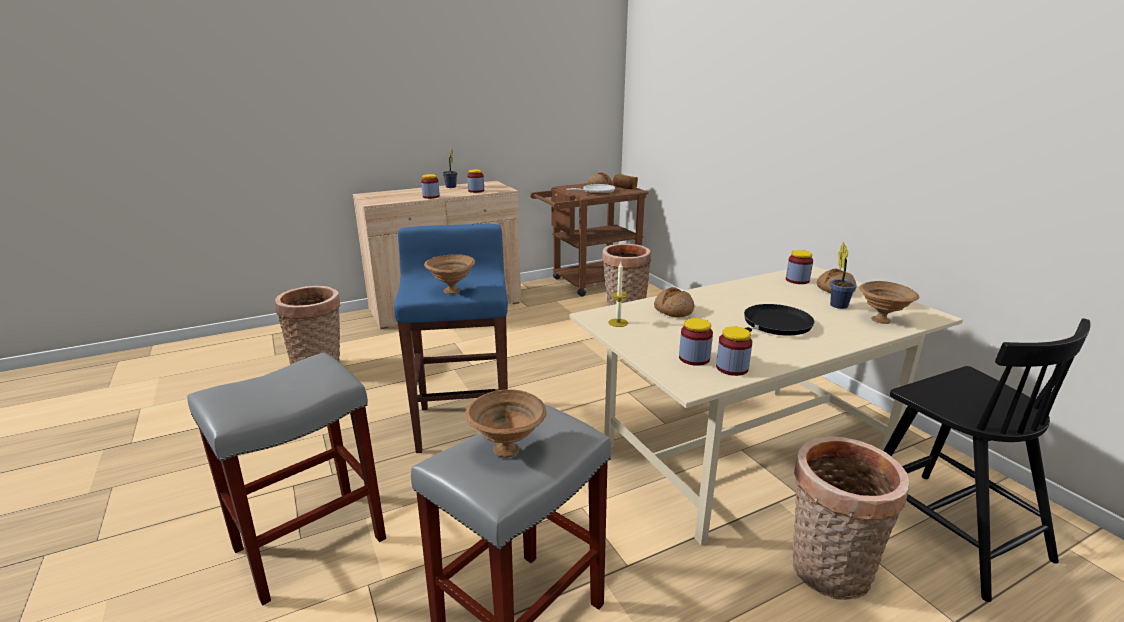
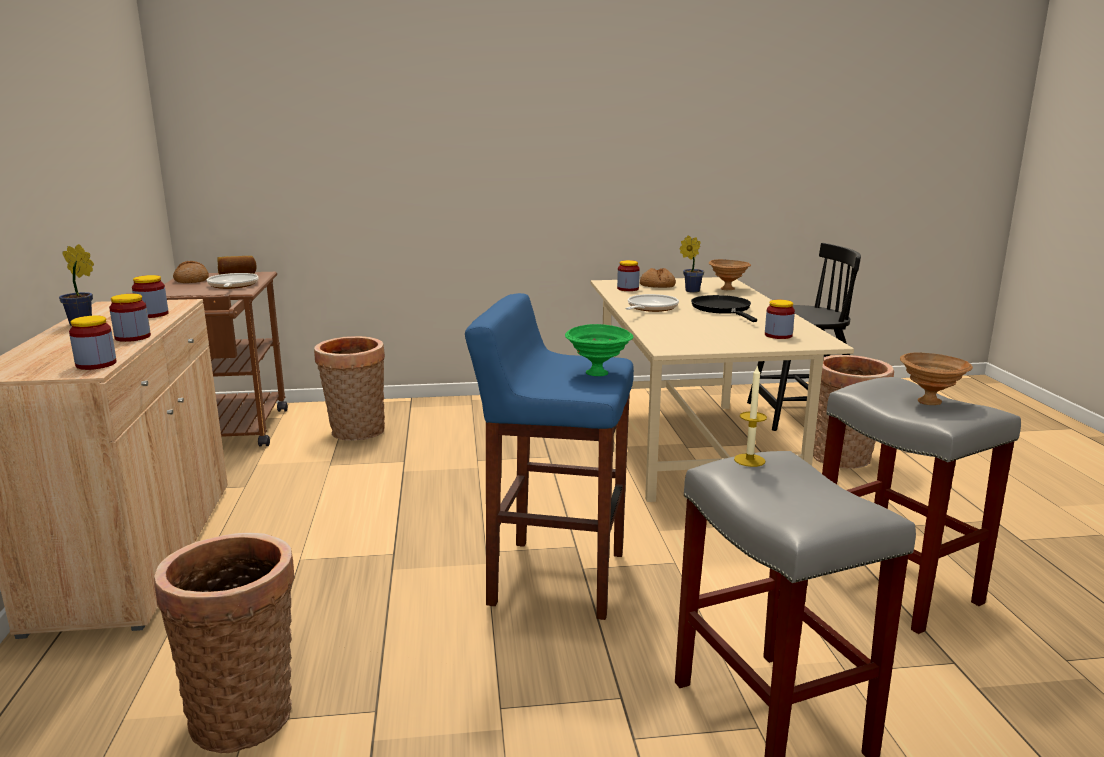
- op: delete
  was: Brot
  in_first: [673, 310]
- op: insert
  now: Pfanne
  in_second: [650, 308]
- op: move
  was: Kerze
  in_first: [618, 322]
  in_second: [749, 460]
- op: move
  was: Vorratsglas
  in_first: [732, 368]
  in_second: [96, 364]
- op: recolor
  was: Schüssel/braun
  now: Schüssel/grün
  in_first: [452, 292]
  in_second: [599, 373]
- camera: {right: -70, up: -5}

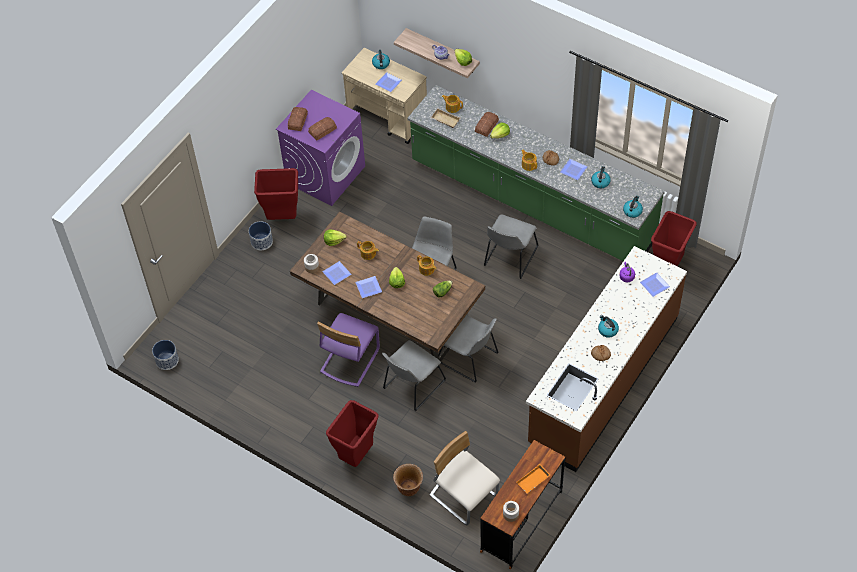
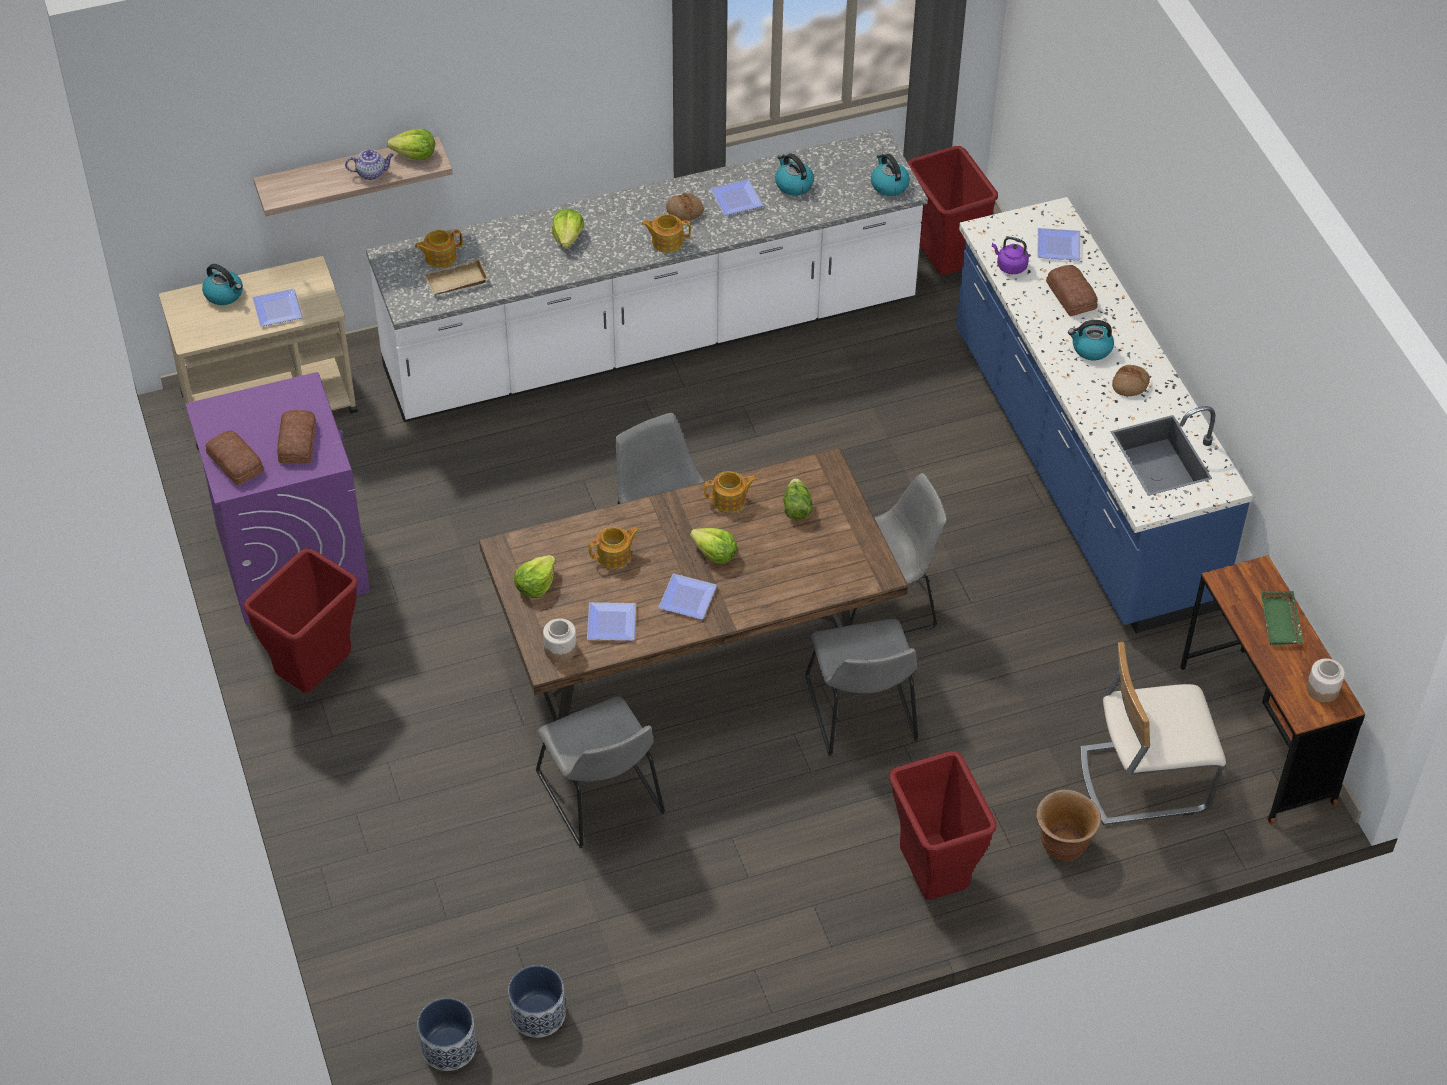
- op: delete
  was: Stuhl/lila
  in_first: [349, 360]
- op: move
  was: Pflanzkübel
  in_first: [261, 242]
  in_second: [537, 1014]
- op: move
  was: Brot
  in_first: [487, 126]
  in_second: [1071, 295]
- op: move
  was: Stuhl/grau
  in_first: [509, 258]
  in_second: [602, 797]
- op: recolor
  was: Küchenzeile/grün
  now: Küchenzeile/weiß
  in_first: [531, 202]
  in_second: [651, 338]
- op: recolor
  was: Tablett/orange
  now: Tablett/grün
  in_first: [533, 481]
  in_second: [1282, 622]
- op: recolor
  was: Küchenzeile/braun
  now: Küchenzeile/blau
  in_first: [602, 380]
  in_second: [1080, 470]
- camera: {right: -55, up: -5}

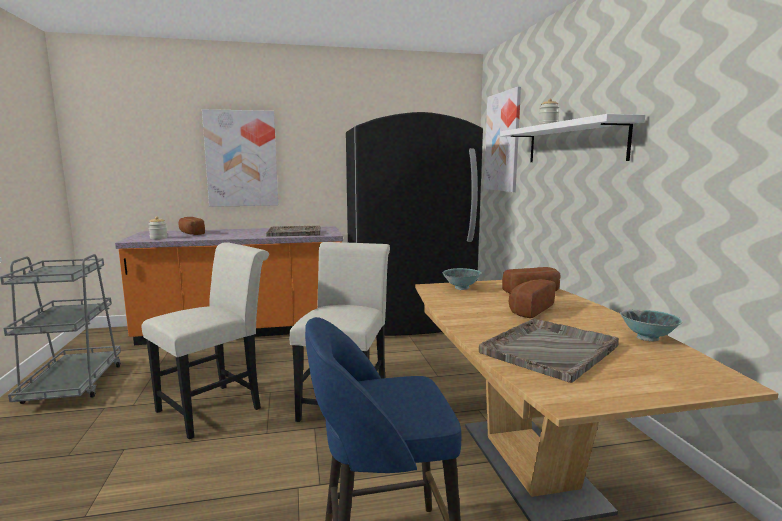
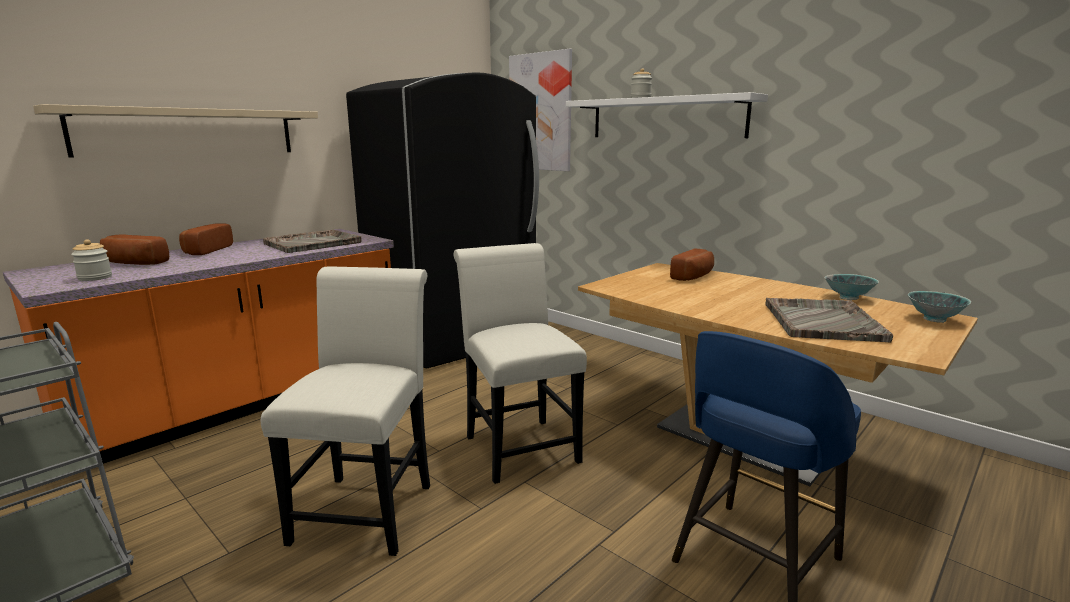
- op: move
  was: Schüssel
  in_first: [461, 288]
  in_second: [934, 319]
- op: move
  was: Brot
  in_first: [528, 309]
  in_second: [205, 250]
- op: replace
  was: Bild
  now: Wandregal/beige
  in_first: [241, 159]
  in_second: [189, 132]
- camera: {right: -35, up: 5}

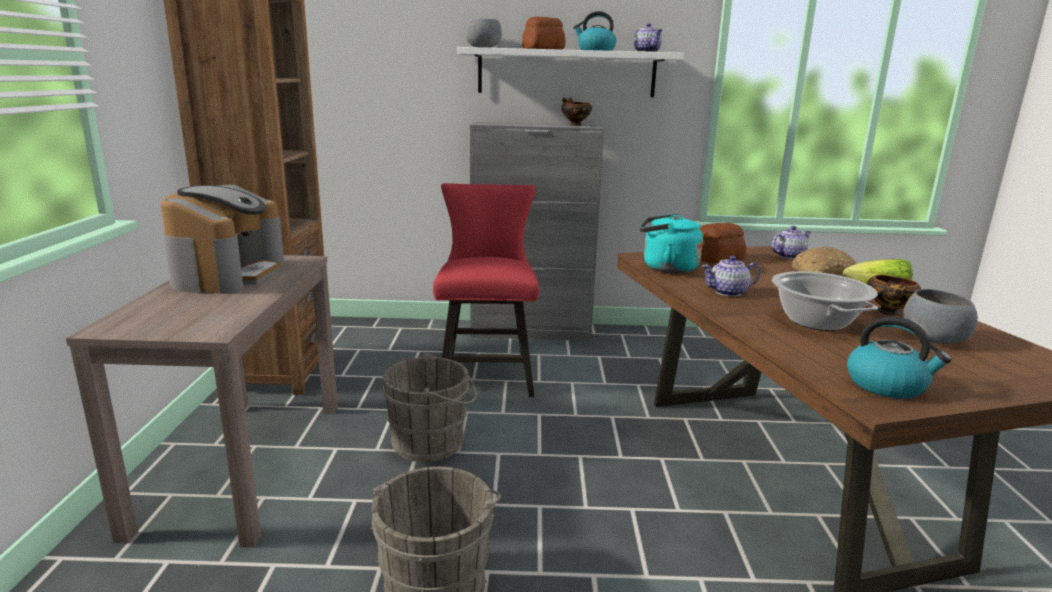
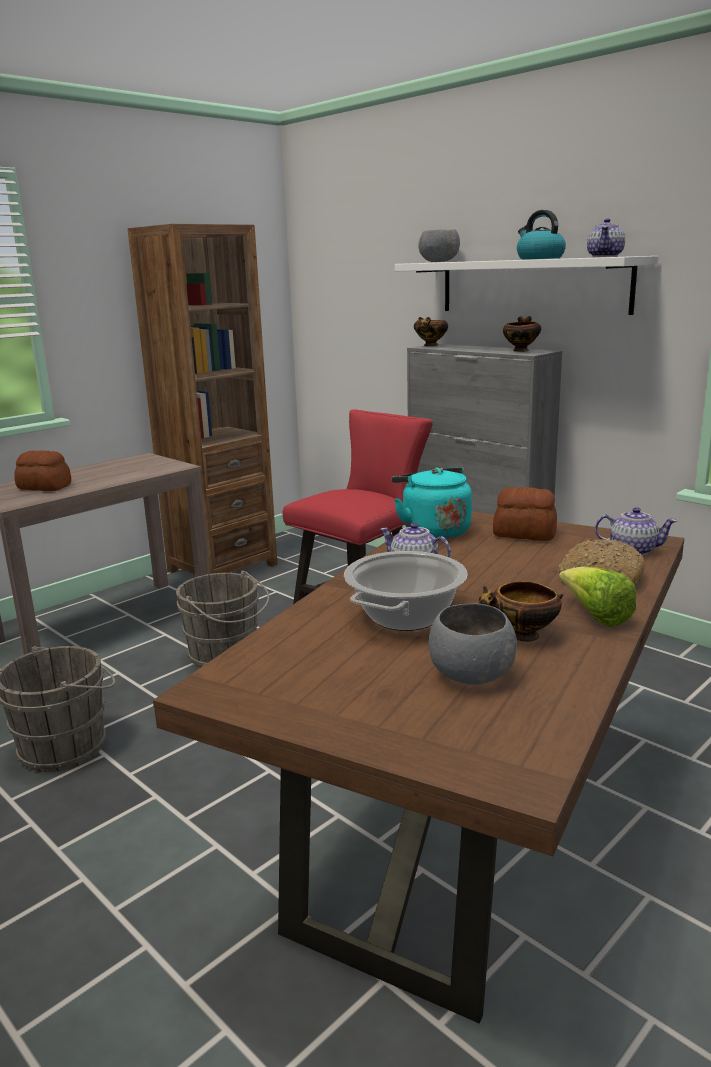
- op: delete
  was: Kaffeemaschine
  in_first: [228, 274]
- op: delete
  was: Wasserkessel
  in_first: [887, 385]
- op: insert
  now: Schüssel
  in_second: [430, 345]
- op: move
  was: Brot
  in_first: [542, 49]
  in_second: [44, 487]
- camera: {right: 45, up: 0}

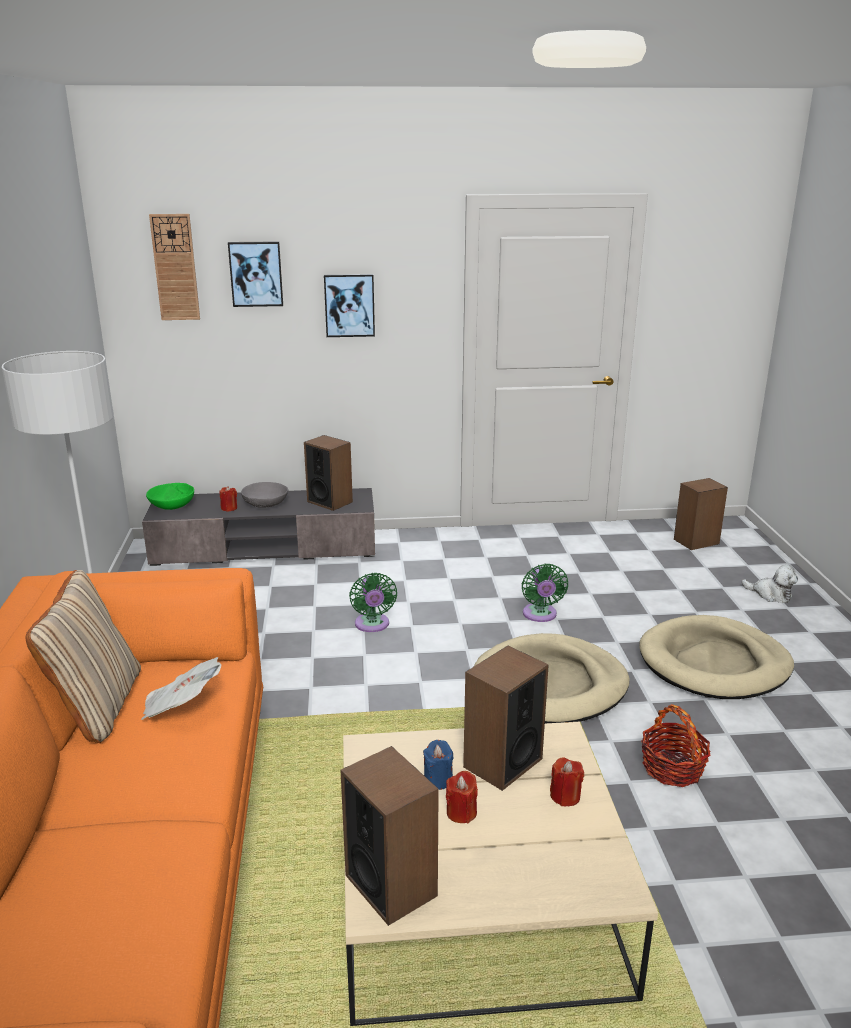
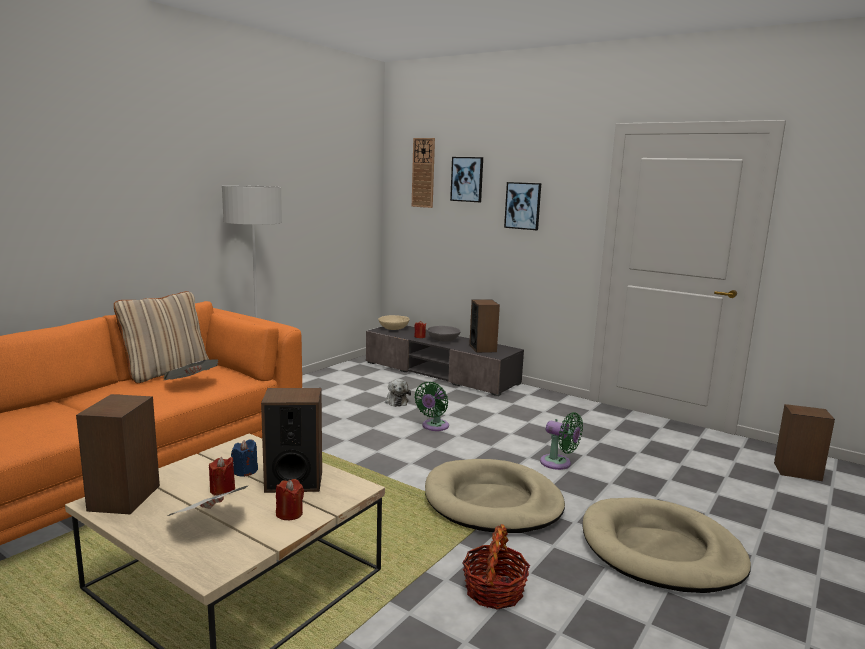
- op: insert
  now: Zeitung
  in_second: [208, 521]
- op: move
  was: Plüschtier
  in_first: [770, 594]
  in_second: [396, 401]
- op: recolor
  was: Schüssel/grün
  now: Schüssel/beige
  in_first: [171, 505]
  in_second: [393, 328]
- op: rotate
  was: Ventilator/grün
  in_first: [540, 615]
  in_second: [558, 463]
  clockwise: -90
- camera: {right: 40, up: -10}

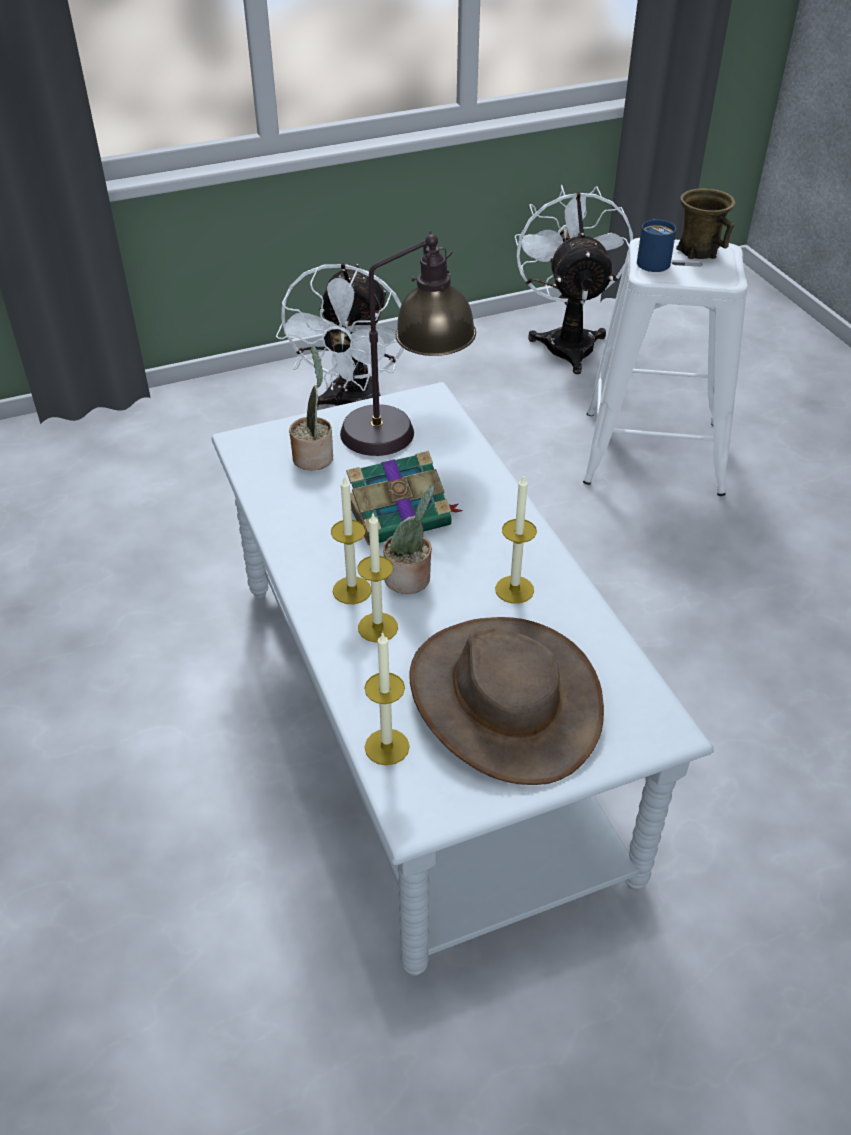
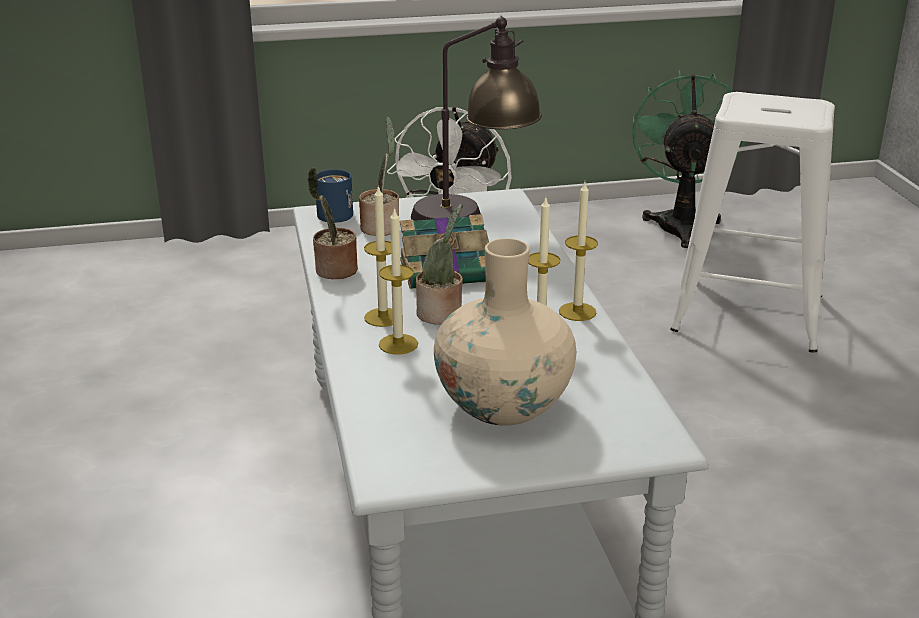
- op: delete
  was: Henkelbecher/braun
  in_first: [699, 250]
- op: insert
  now: Topfpflanze
  in_second: [334, 271]
- op: move
  was: Kerze
  in_first: [387, 747]
  in_second: [577, 312]
- op: move
  was: Henkelbecher/blau
  in_first: [652, 260]
  in_second: [337, 212]
- op: replace
  was: Hut/braun
  now: Vase/beige
  in_first: [504, 699]
  in_second: [504, 404]
- op: recolor
  was: Ventilator/weiß
  now: Ventilator/grün
  in_first: [567, 341]
  in_second: [681, 223]
- camera: {right: 10, up: -15}

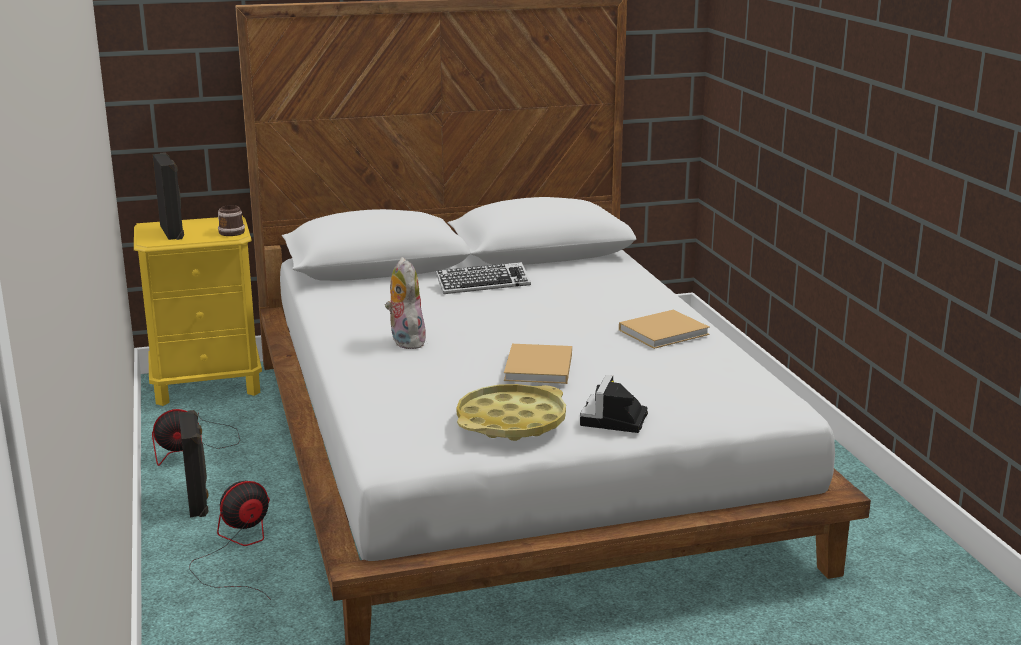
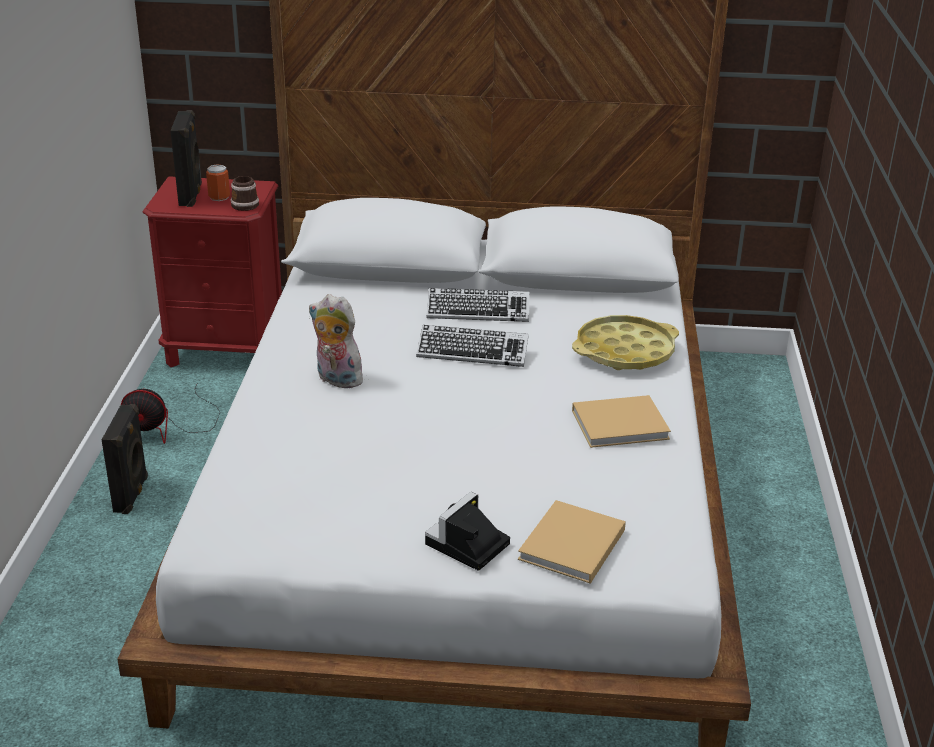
- op: delete
  was: Ventilator
  in_first: [238, 550]
- op: insert
  now: Dose
  in_second: [219, 197]
- op: insert
  now: Tastatur
  in_second: [472, 352]
- op: move
  was: Tablett/gelb
  in_first: [511, 421]
  in_second: [625, 351]
- op: move
  was: Buch/beige
  in_first: [538, 368]
  in_second: [570, 546]
- op: recolor
  was: Nachttisch/gelb
  now: Nachttisch/rot
  in_first: [207, 385]
  in_second: [226, 350]
- op: rotate
  was: Plüschtier
  in_first: [405, 341]
  in_second: [336, 380]
  clockwise: -60
- camera: {right: 20, up: 10}

